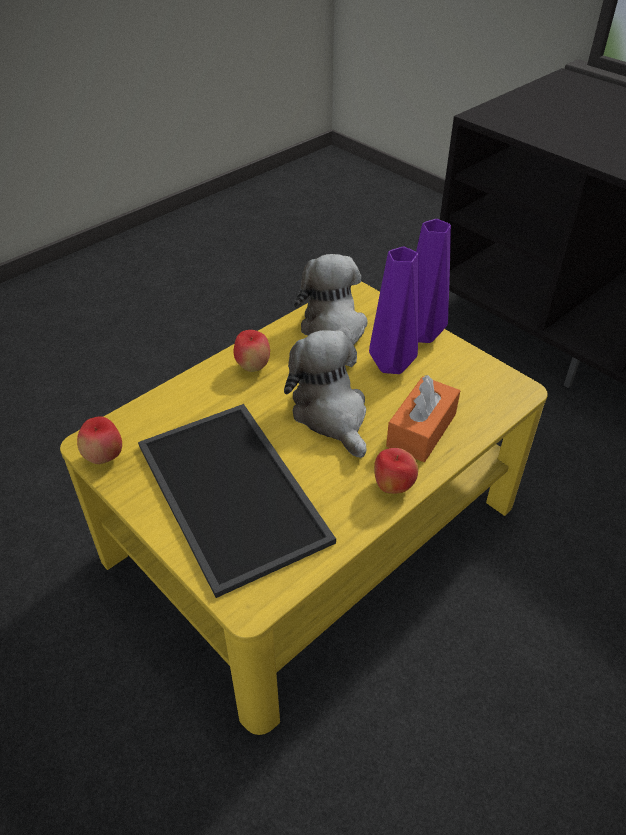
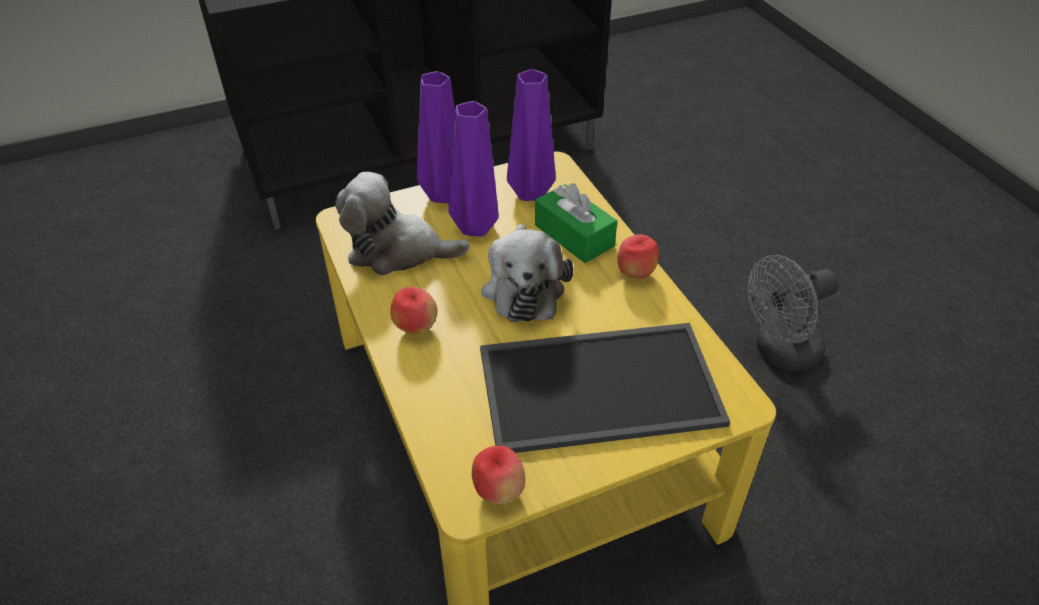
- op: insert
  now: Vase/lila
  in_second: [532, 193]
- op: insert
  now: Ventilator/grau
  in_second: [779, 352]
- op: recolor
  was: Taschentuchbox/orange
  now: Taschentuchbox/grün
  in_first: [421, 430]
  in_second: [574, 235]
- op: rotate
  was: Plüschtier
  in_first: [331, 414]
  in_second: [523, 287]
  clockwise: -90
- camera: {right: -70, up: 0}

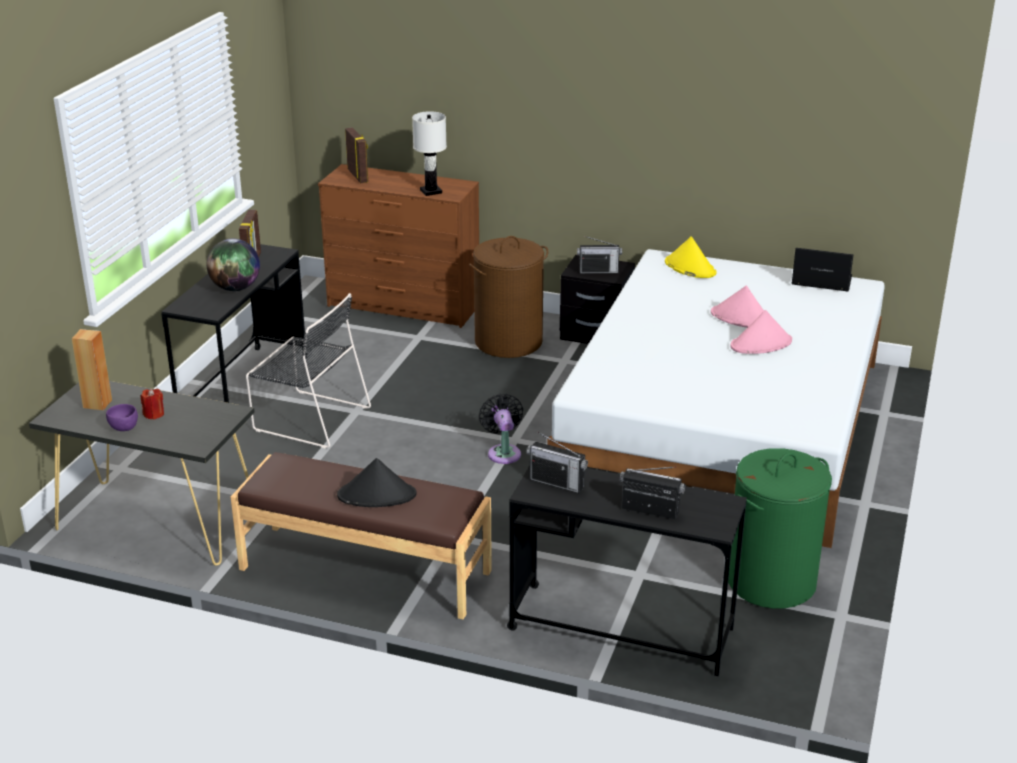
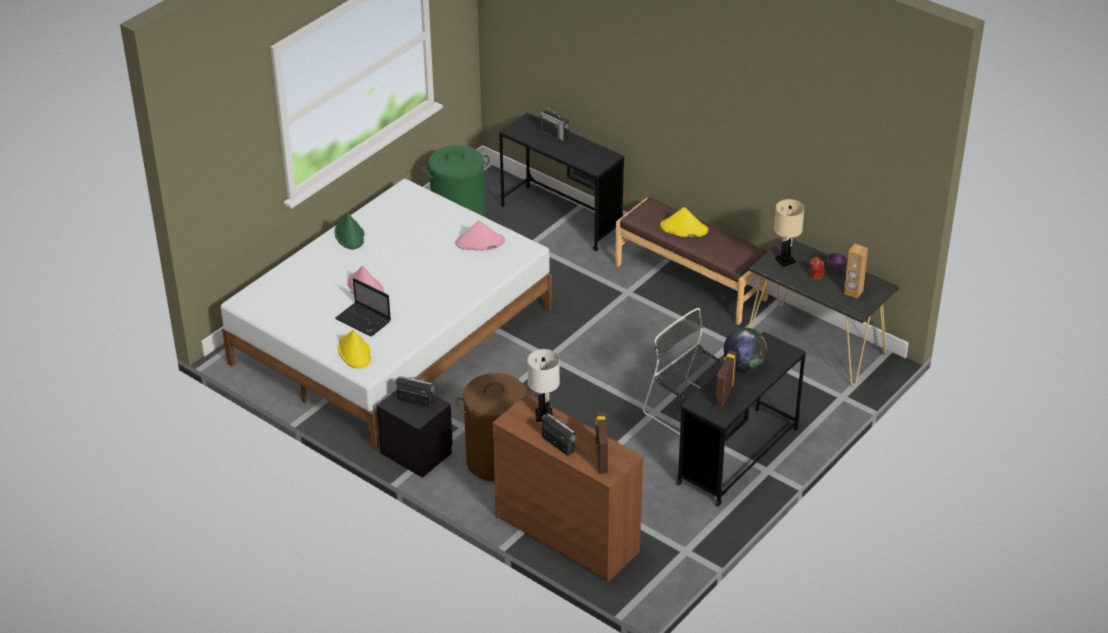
- op: delete
  was: Ventilator/schwarz
  in_first: [503, 452]
- op: insert
  now: Hut/grün
  in_second: [349, 235]
- op: insert
  now: Tischlampe/beige
  in_second: [785, 261]
- op: move
  was: Radio
  in_first: [557, 483]
  in_second: [558, 444]
- op: move
  was: Hut/rosa
  in_first: [761, 344]
  in_second: [480, 242]
- op: move
  was: Laptop
  in_first: [820, 281]
  in_second: [364, 320]
- op: recolor
  was: Hut/schwarz
  now: Hut/gelb
  in_first: [377, 495]
  in_second: [684, 228]
- camera: {right: -160, up: 10}

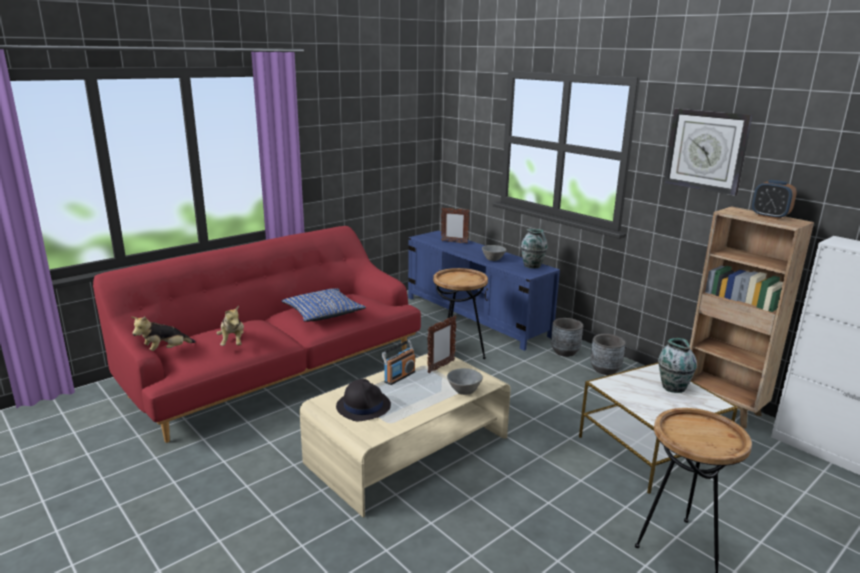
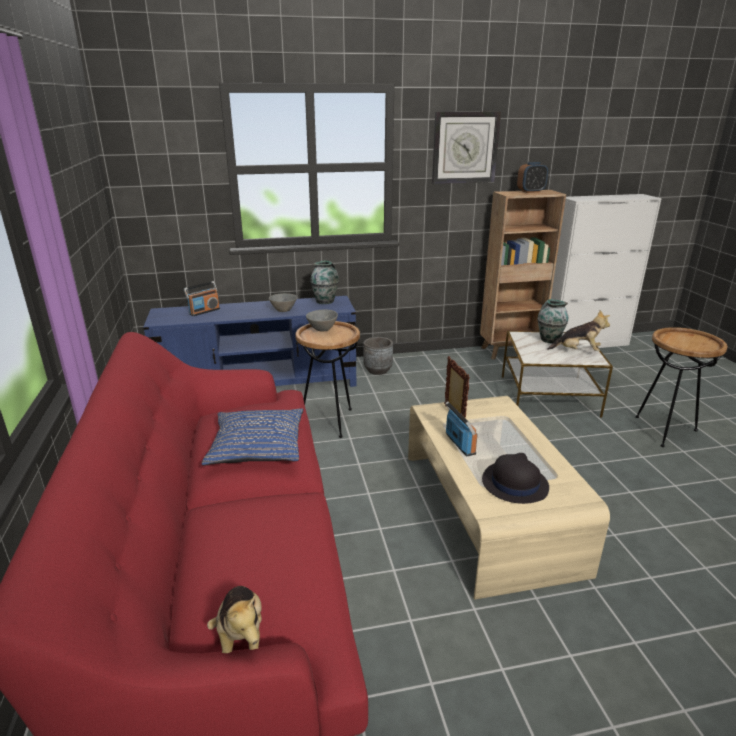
- op: delete
  was: Pflanzkübel/grau
  in_first: [605, 370]
- op: move
  was: Plüschtier
  in_first: [233, 342]
  in_second: [577, 351]
- op: move
  was: Schüssel/grau
  in_first: [464, 390]
  in_second: [321, 328]
- op: replace
  was: Bilderrahmen
  now: Radio
  in_first: [454, 242]
  in_second: [204, 311]
- camera: {right: -60, up: 5}

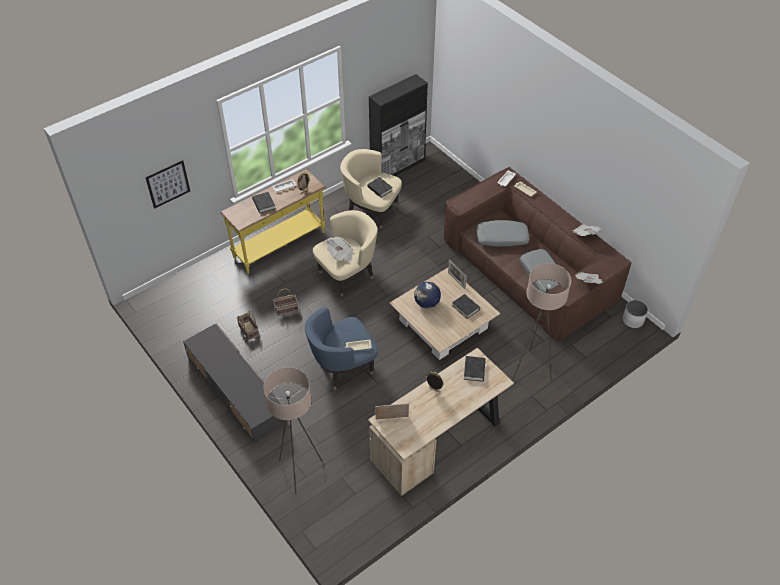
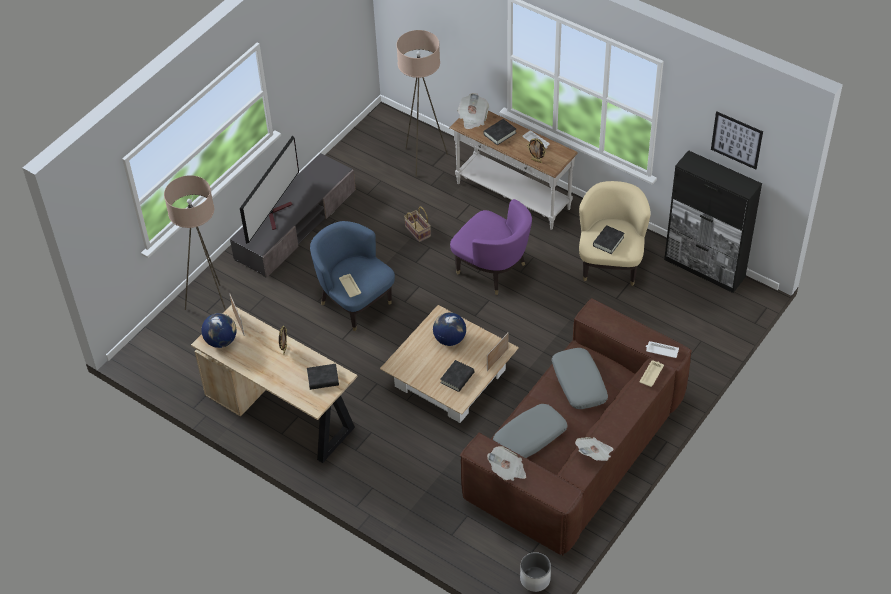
- op: delete
  was: Korb
  in_first: [248, 330]
- op: insert
  now: Globus
  in_second: [221, 341]
- op: insert
  now: Fernseher
  in_second: [276, 213]
- op: move
  was: Bild
  in_first: [168, 184]
  in_second: [736, 140]
- op: move
  was: Zeitung
  in_first: [341, 255]
  in_second: [472, 118]
- op: move
  was: Stehlampe/beige
  in_first: [531, 370]
  in_second: [423, 159]
- op: recolor
  was: Konsolentisch/gelb
  now: Konsolentisch/weiß
  in_first: [280, 245]
  in_second: [512, 196]
- op: recolor
  was: Sessel/beige
  now: Sessel/lila
  in_first: [347, 274]
  in_second: [492, 269]
- camera: {right: 75, up: 0}

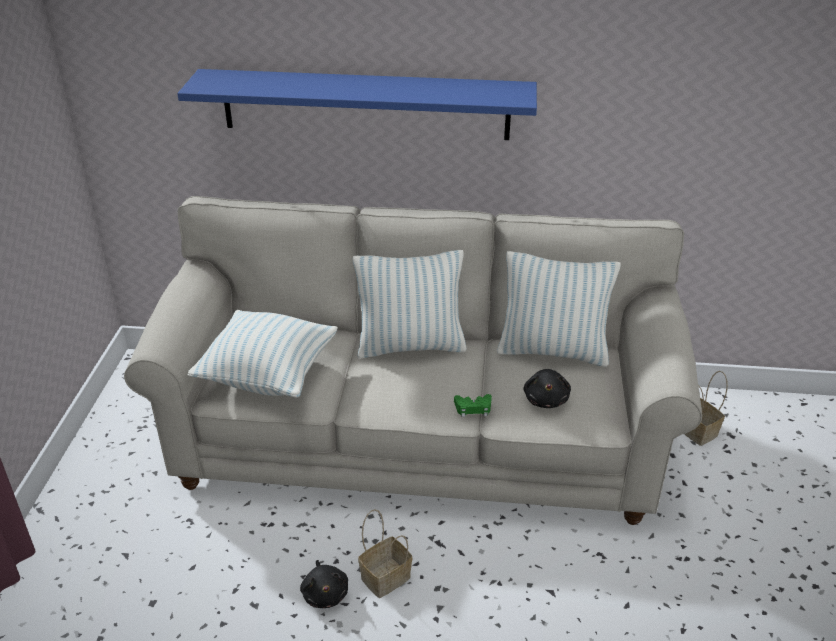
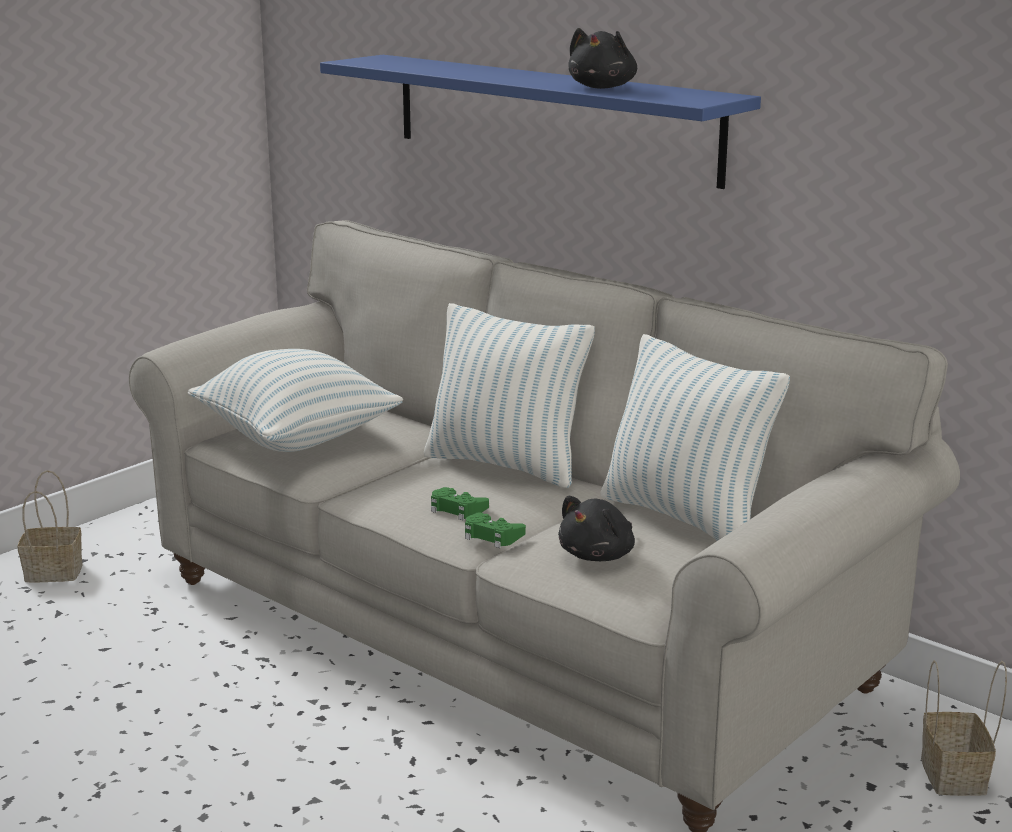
- op: insert
  now: Gamepad/grün
  in_second: [457, 509]
- op: move
  was: Plüschtier/schwarz
  in_first: [325, 593]
  in_second: [603, 88]
- op: move
  was: Korb
  in_first: [385, 579]
  in_second: [51, 573]
- camera: {right: 35, up: -15}

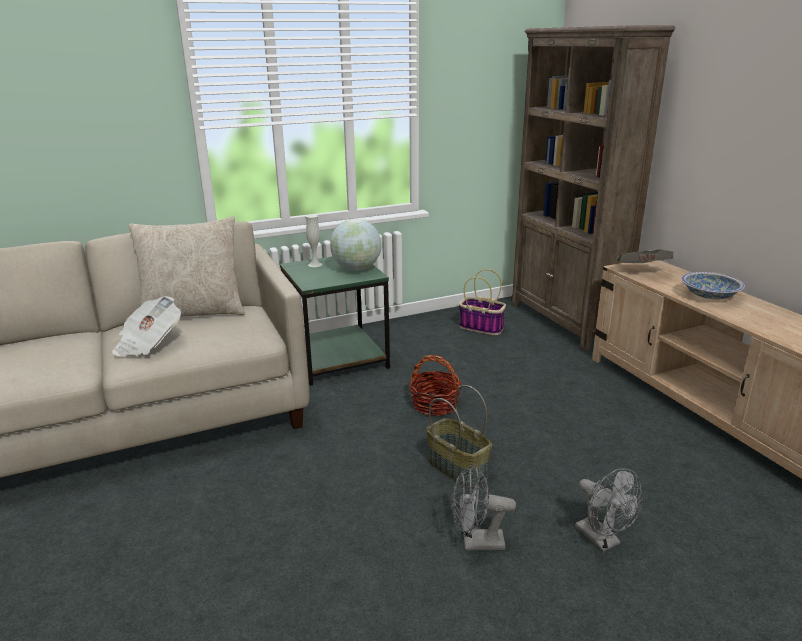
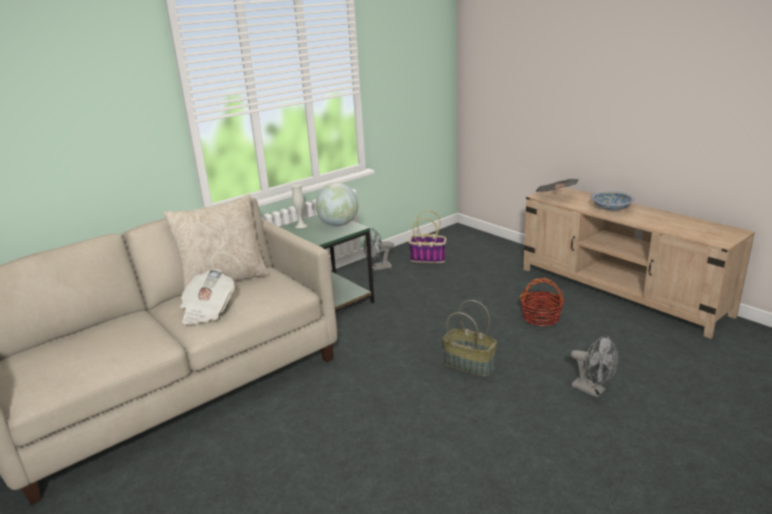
- op: delete
  was: Bücherregal/braun
  in_first: [564, 322]
- op: move
  was: Korb
  in_first: [435, 404]
  in_second: [541, 317]
- op: move
  was: Ventilator/grau
  in_first: [476, 543]
  in_second: [378, 268]
- camera: {right: -15, up: 0}

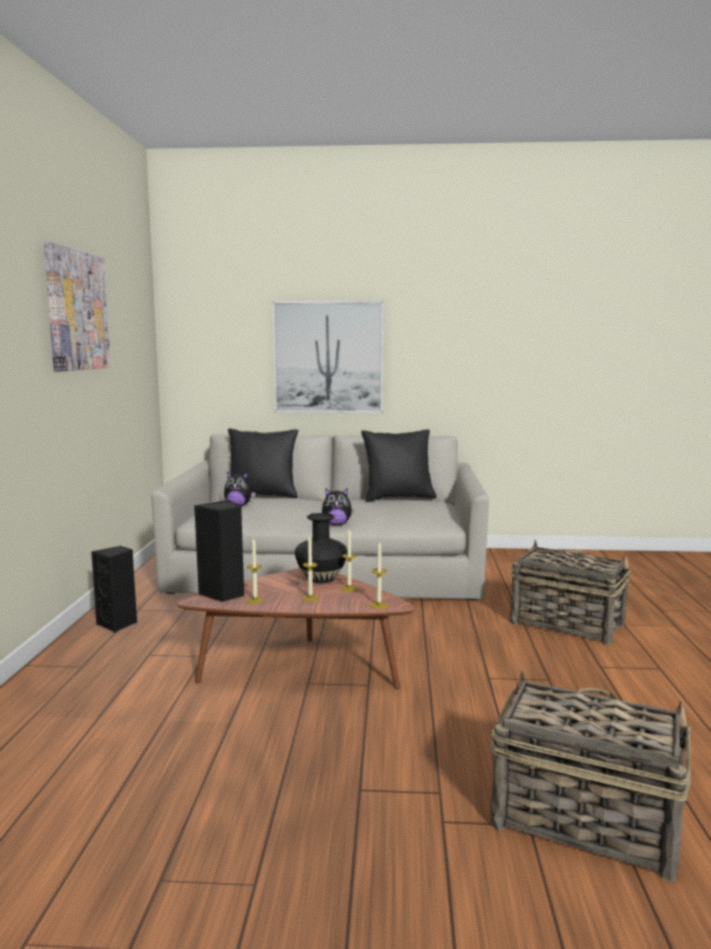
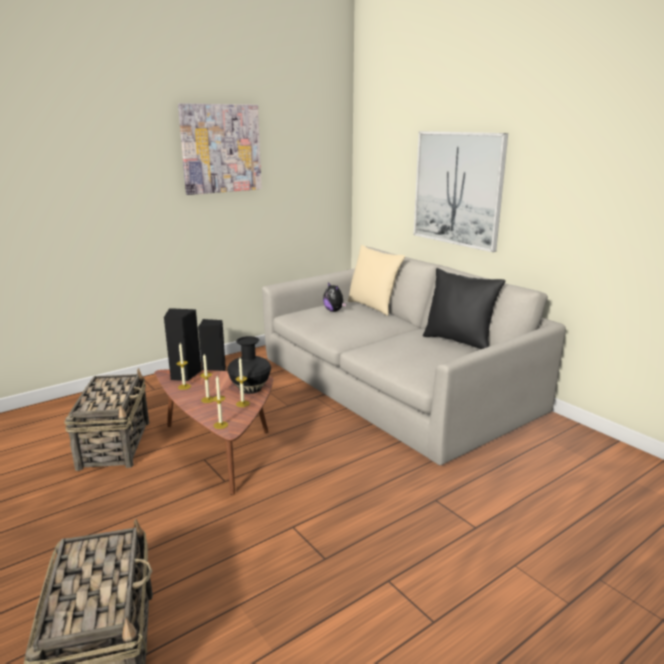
- op: delete
  was: Plüschtier
  in_first: [336, 524]
- op: move
  was: Korb
  in_first: [565, 623]
  in_second: [115, 444]
- op: recolor
  was: Kissen/schwarz
  now: Kissen/beige
  in_first: [263, 496]
  in_second: [373, 307]
- camera: {right: 50, up: 10}

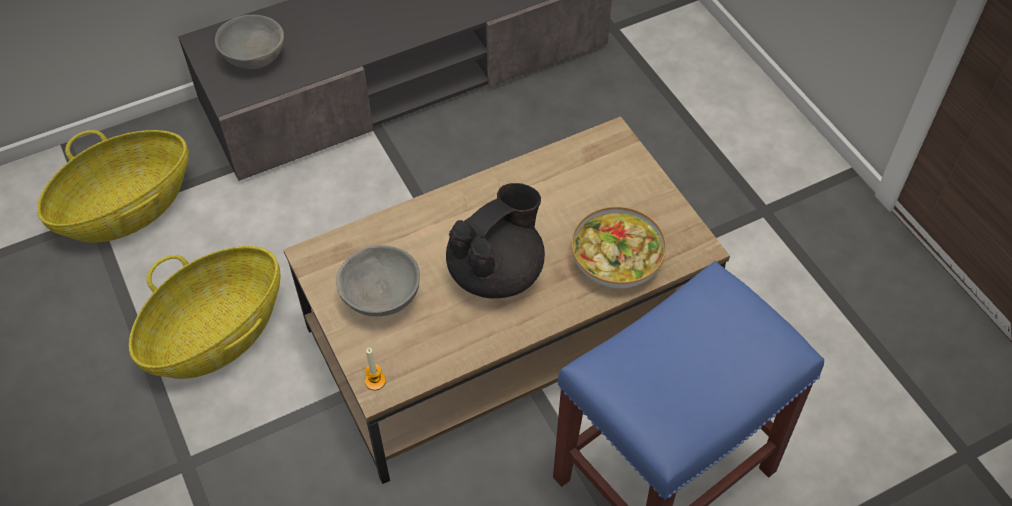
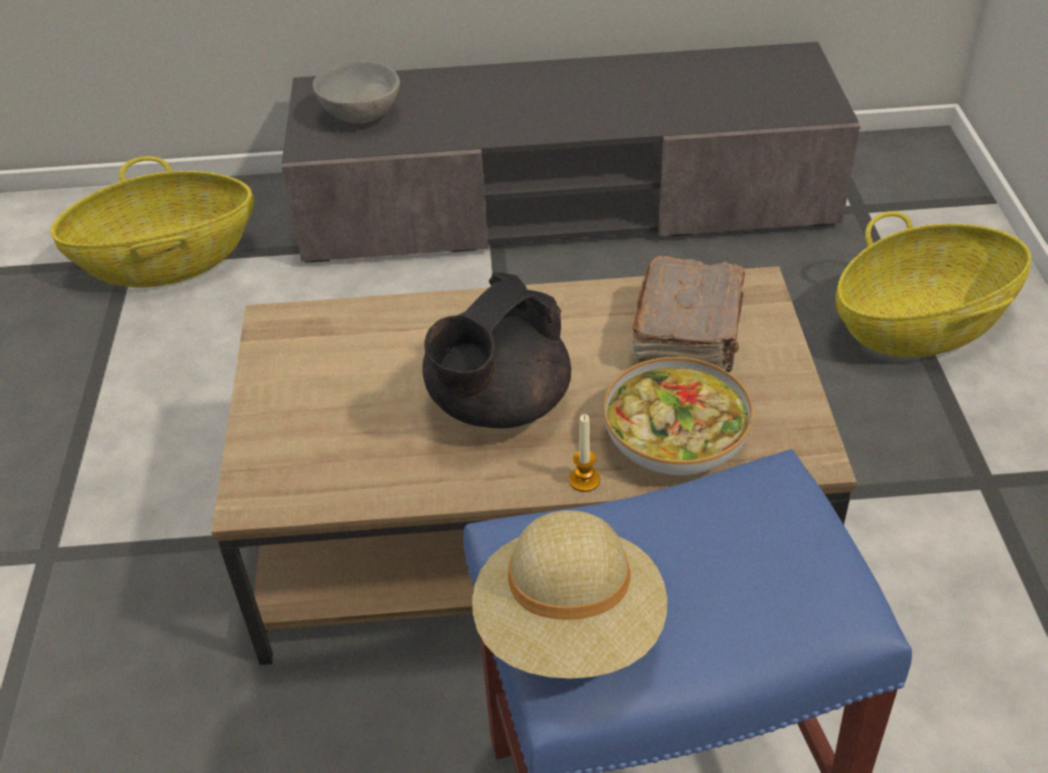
- op: delete
  was: Schüssel/grau
  in_first: [382, 299]
- op: insert
  now: Hut/beige
  in_second: [570, 628]
- op: insert
  now: Buch/braun
  in_second: [689, 334]
- op: move
  was: Korb
  in_first: [217, 333]
  in_second: [921, 323]
- op: move
  was: Kerze
  in_first: [375, 381]
  in_second: [584, 480]
- op: rotate
  was: Teekanne/schwarz
  in_first: [497, 271]
  in_second: [497, 405]
  clockwise: 150
- camera: {right: 25, up: -10}

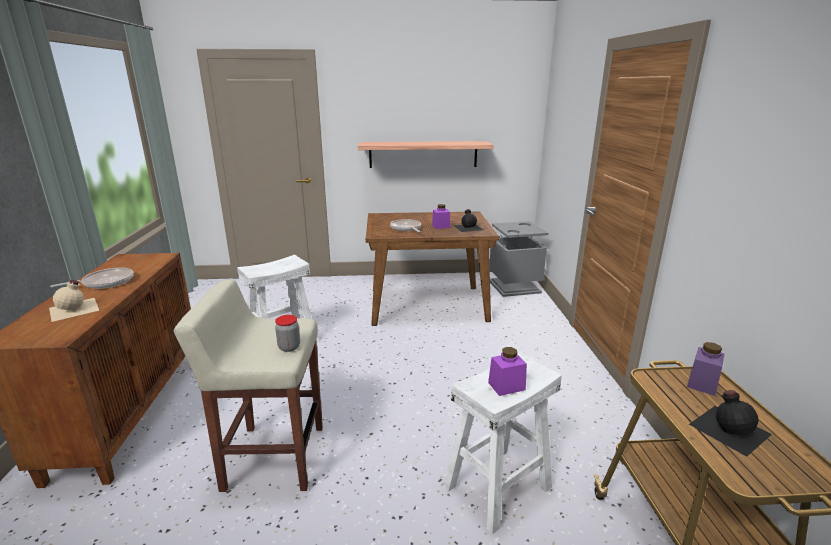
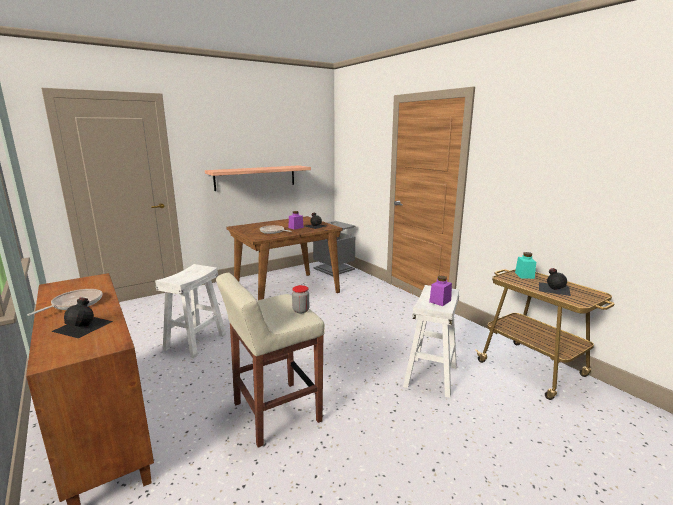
- op: recolor
  was: Flasche/beige
  now: Flasche/schwarz
  in_first: [75, 309]
  in_second: [84, 326]
- op: recolor
  was: Vorratsglas/lila
  now: Vorratsglas/türkis
  in_first: [702, 383]
  in_second: [524, 275]
- camera: {right: -30, up: -5}

